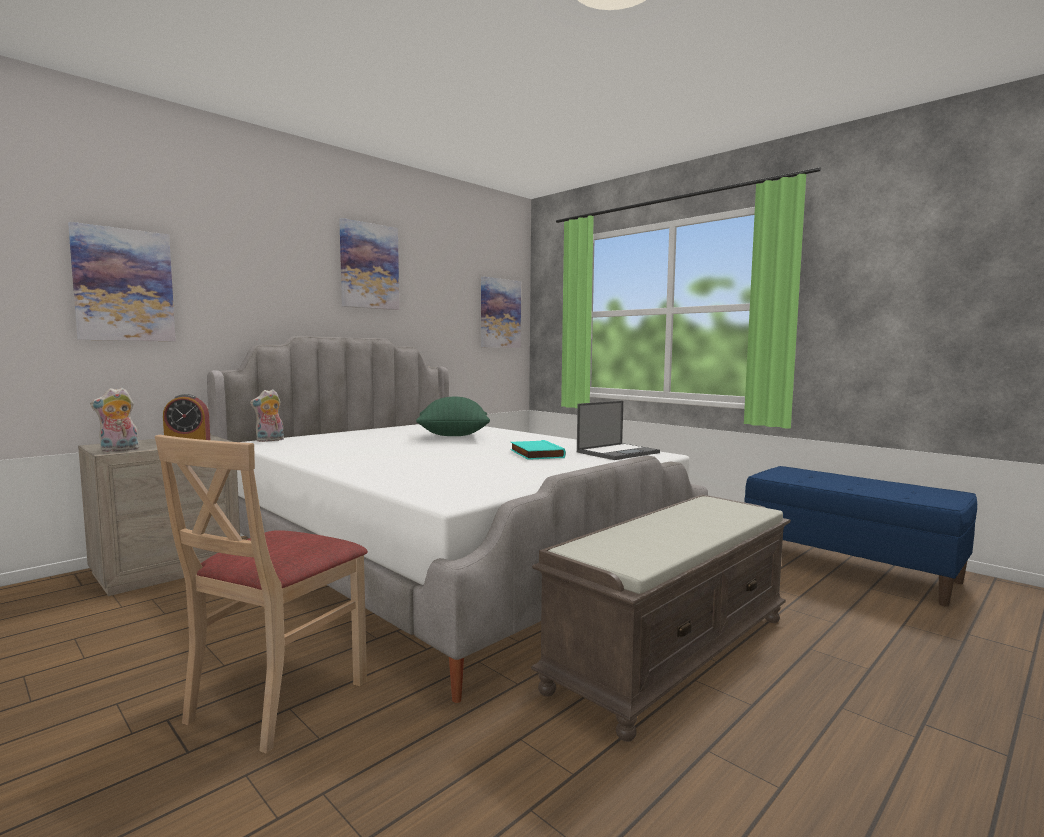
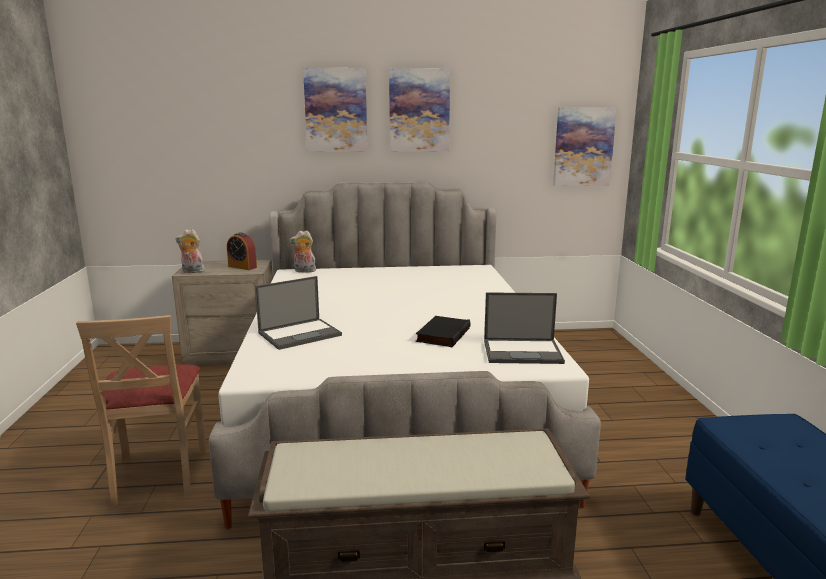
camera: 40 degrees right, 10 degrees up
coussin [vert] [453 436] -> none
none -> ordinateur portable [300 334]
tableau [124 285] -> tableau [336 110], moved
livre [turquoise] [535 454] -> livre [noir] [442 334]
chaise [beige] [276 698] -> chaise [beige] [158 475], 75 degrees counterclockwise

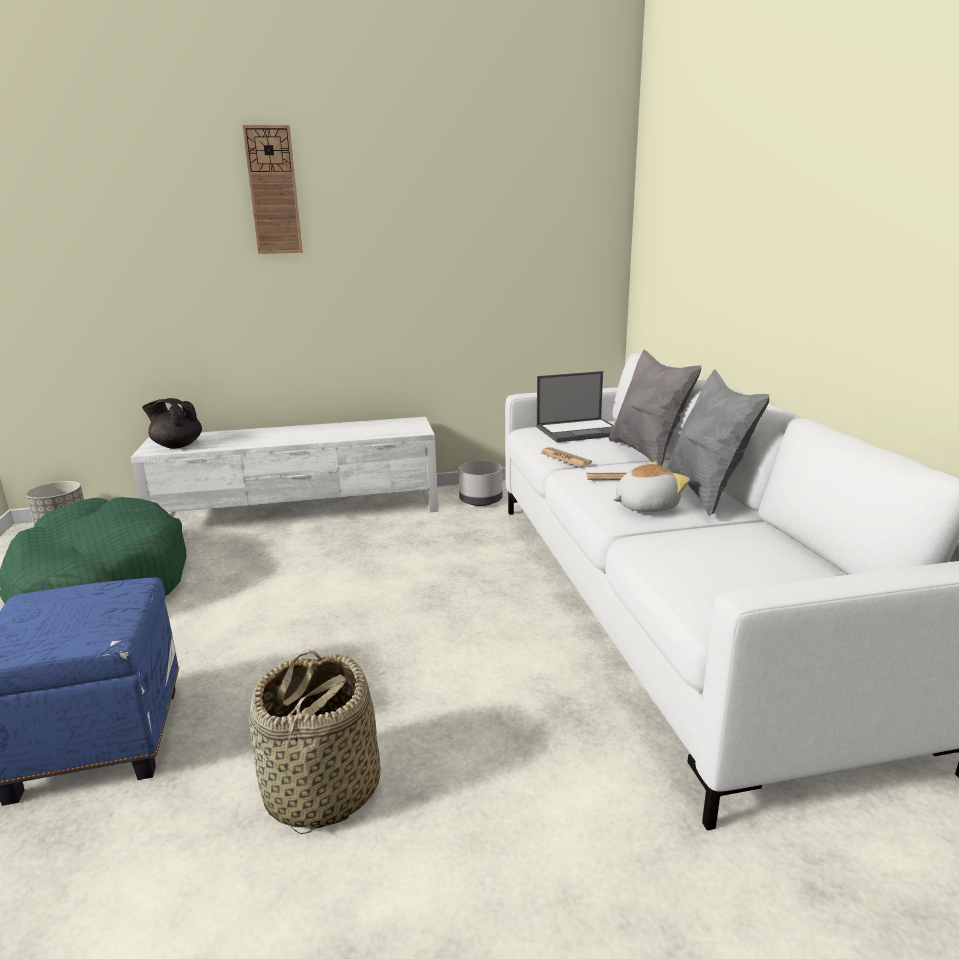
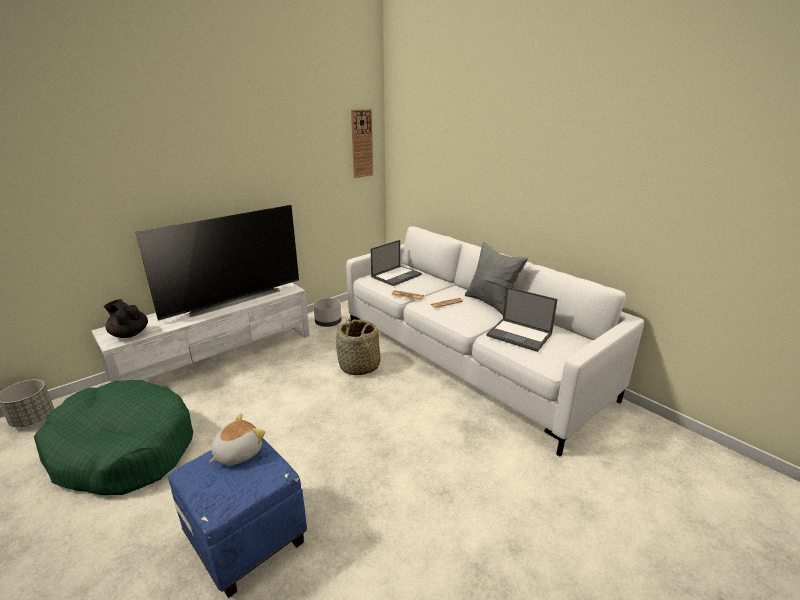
camera: 30 degrees left, 5 degrees up
coussin [gris] [647 453] -> none
none -> téléviseur [233 299]
none -> ordinateur portable [520 335]
horloge murale [273 191] -> horloge murale [362 143], moved
panier [321 790] -> panier [359 366], moved
peluche [645 506] -> peluche [237 453], moved
théière [noir] [177 445] -> théière [noir] [129 334], 45 degrees clockwise

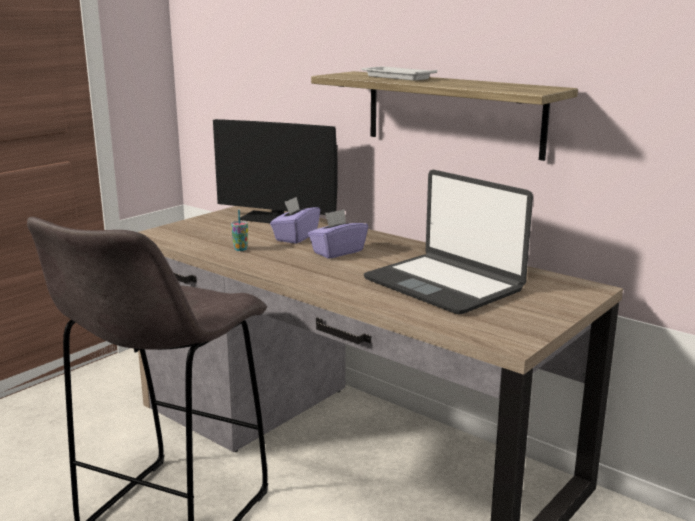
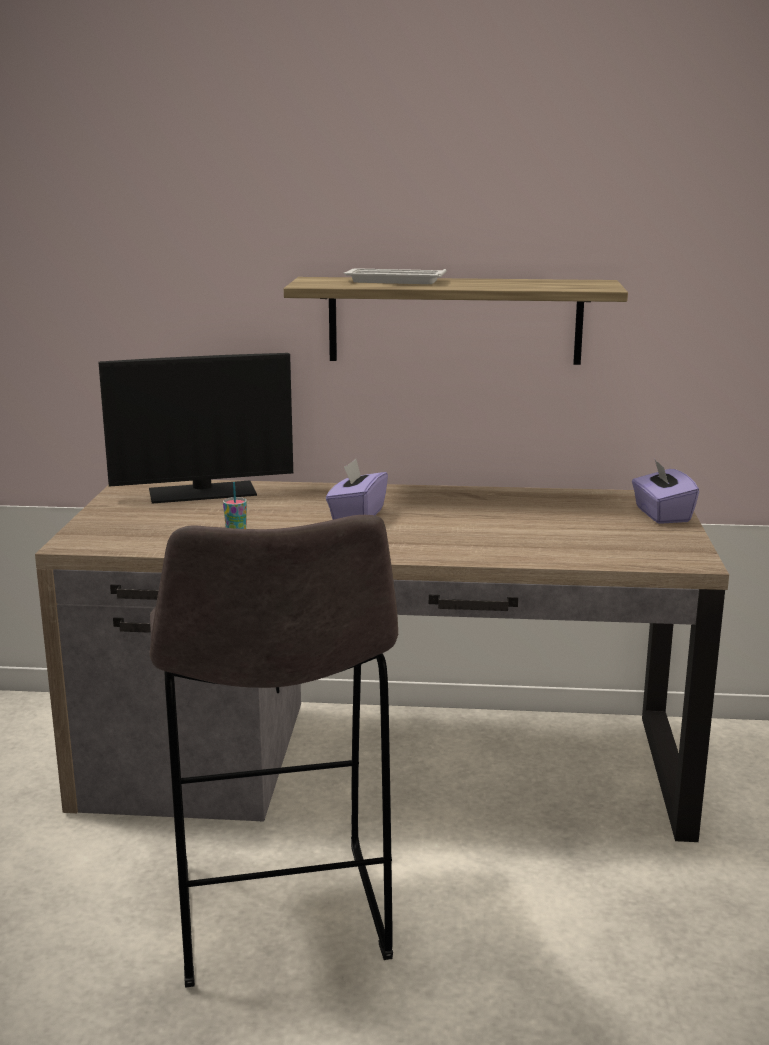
camera: 35 degrees left, 0 degrees up
ordinateur portable [444 285] -> none
boîte à mouchoirs [violet] [295 237] -> boîte à mouchoirs [violet] [661 515], moved

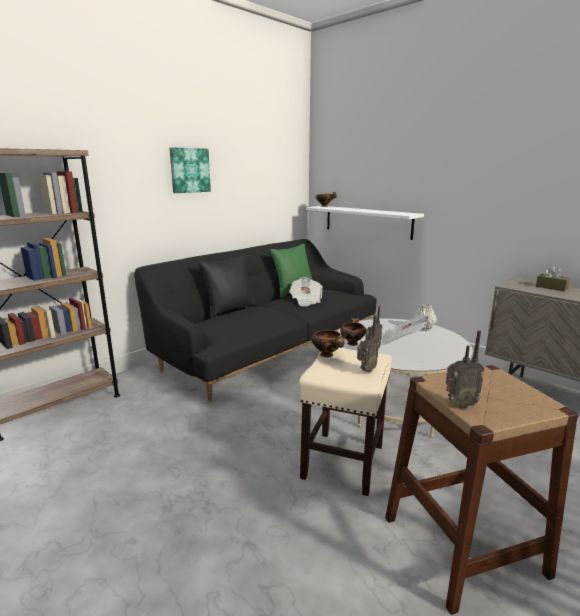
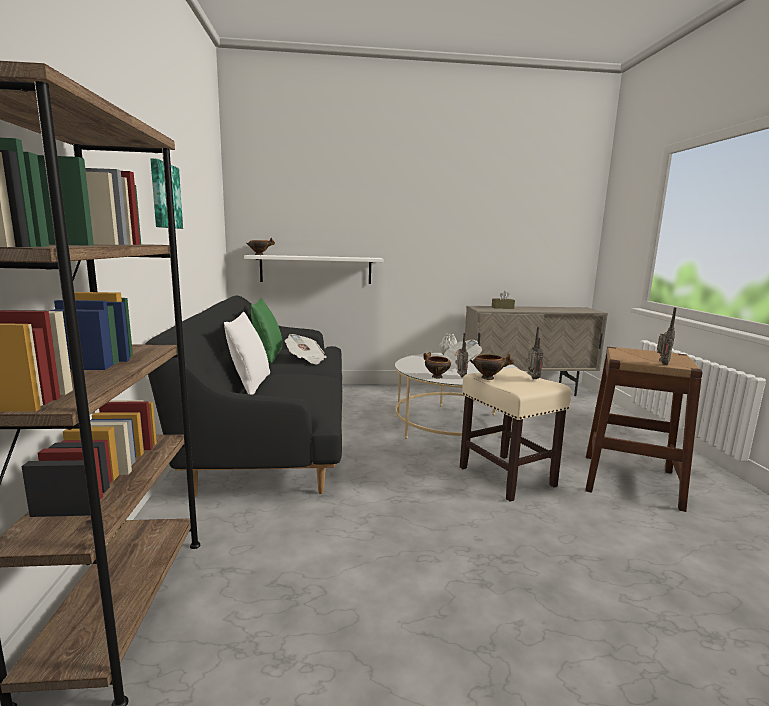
camera: 50 degrees left, 5 degrees down
coussin [noir] [230 310] -> coussin [blanc] [249 385]

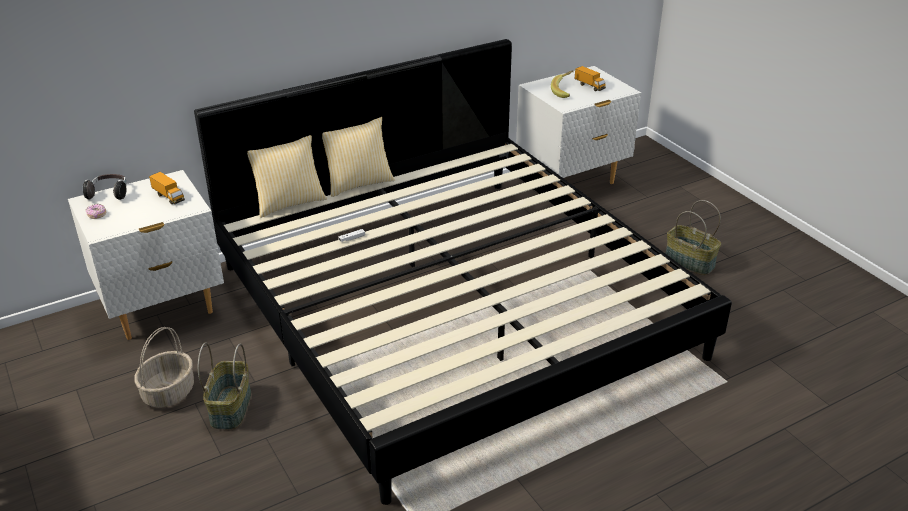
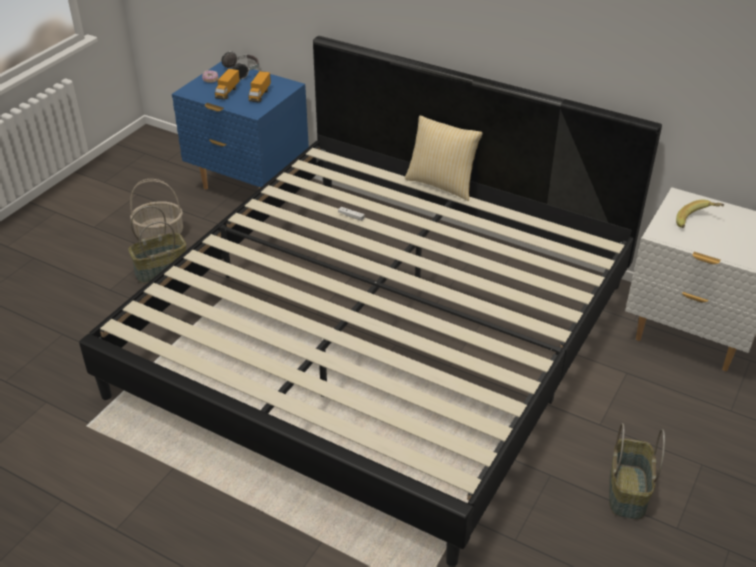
camera: 60 degrees right, 5 degrees up
coussin [289 203] -> none
camion jouet [589 86] -> camion jouet [227 92], moved
table de chevet [blanc] [162 310] -> table de chevet [bleu] [249 186]

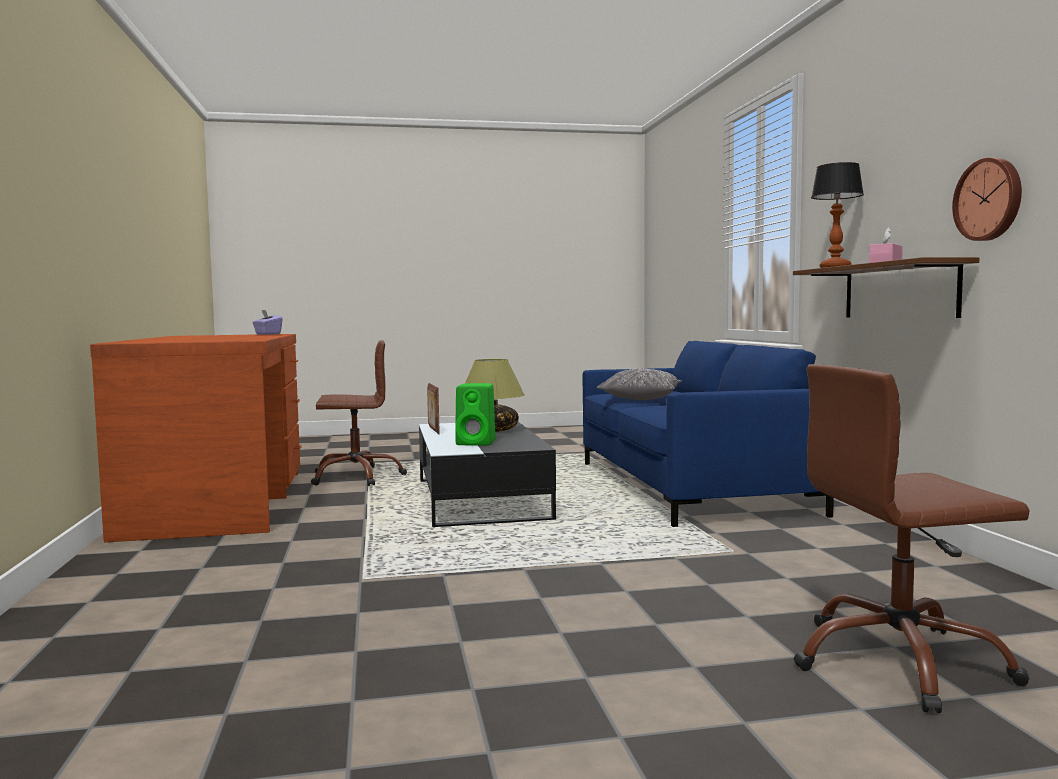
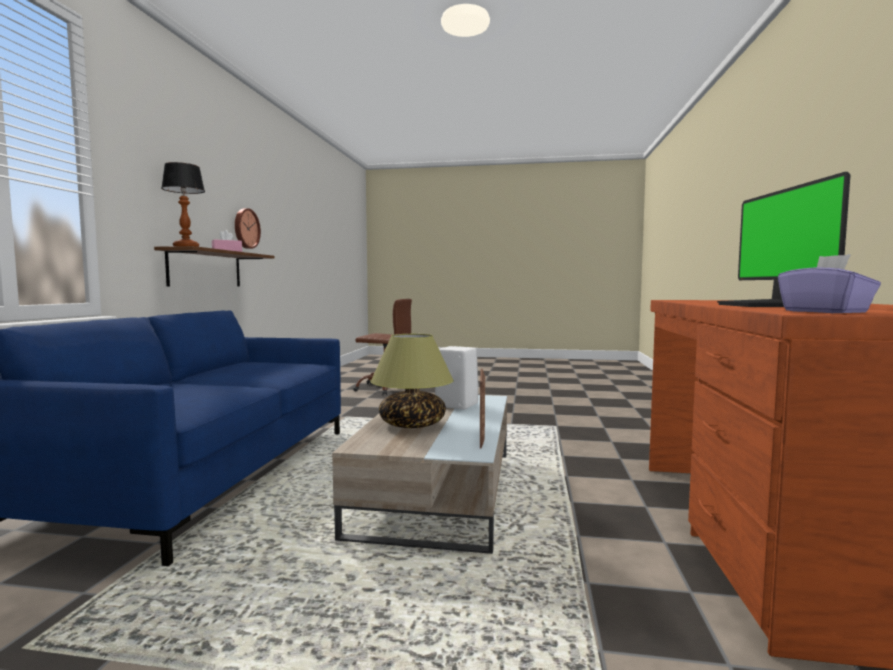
camera: 160 degrees left, 0 degrees up
chaise de bureau [marron] [356 477] -> none
coussin [gris] [640 398] -> none
none -> écran d'ordinateur [764 305]
table basse [noir] [480 498] -> table basse [beige] [437 490]
enceinte [vert] [477 443] -> enceinte [blanc] [455 405]

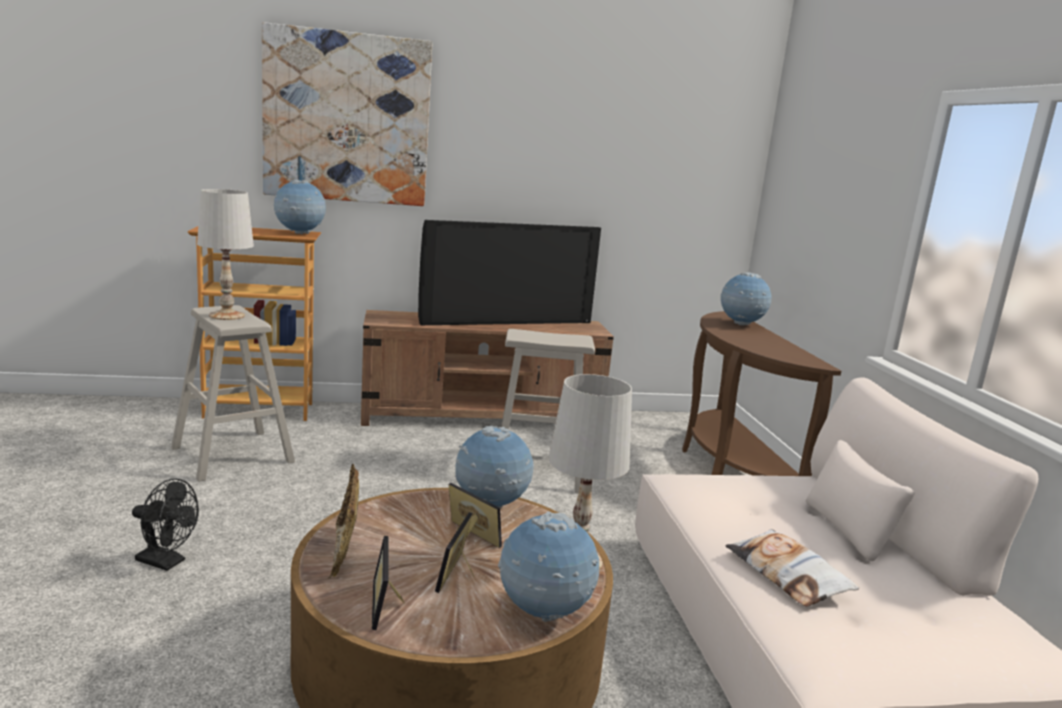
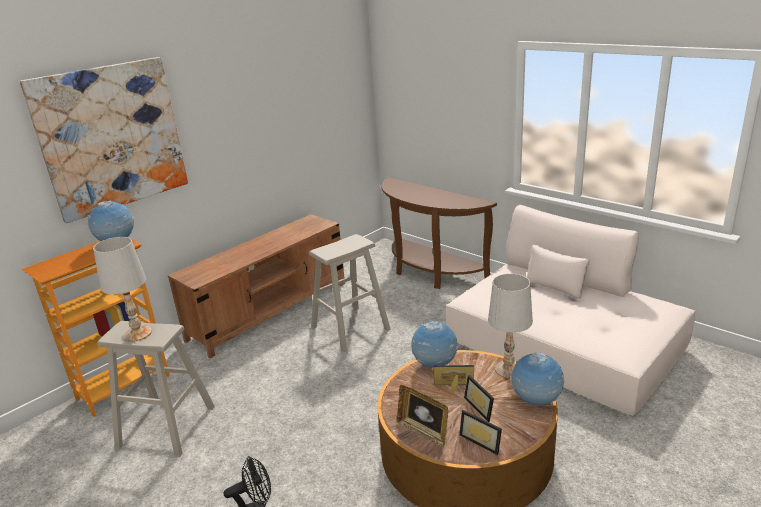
camera: 35 degrees left, 10 degrees up
téléviseur [506 321] -> none
globe [741 325] -> none
coussin [787 575] -> none

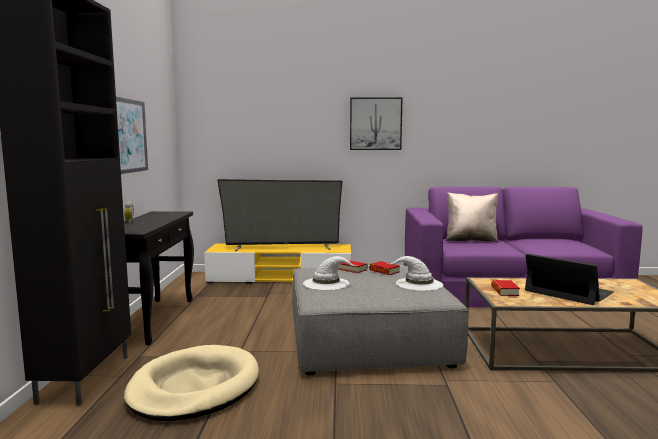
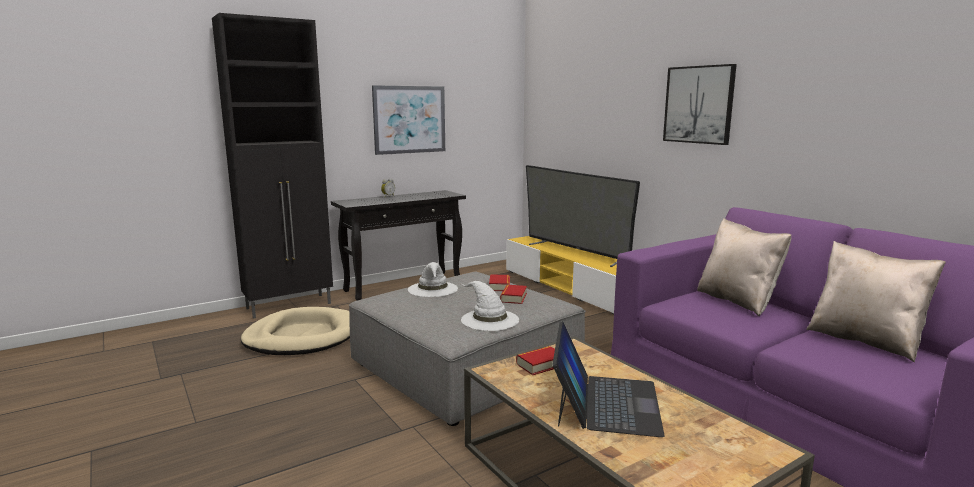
camera: 55 degrees right, 5 degrees up
none -> coussin [beige] [864 341]

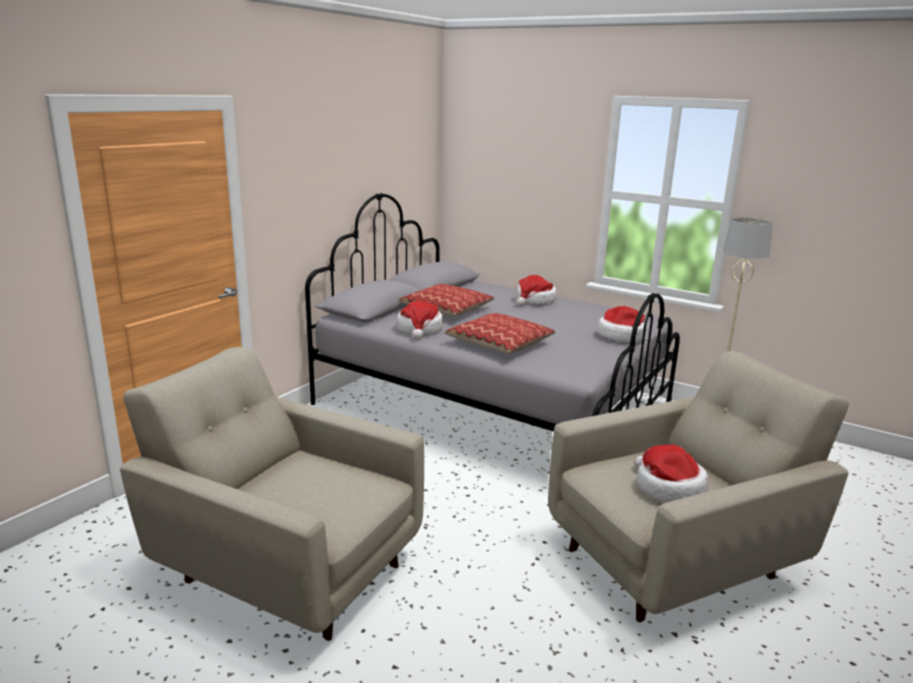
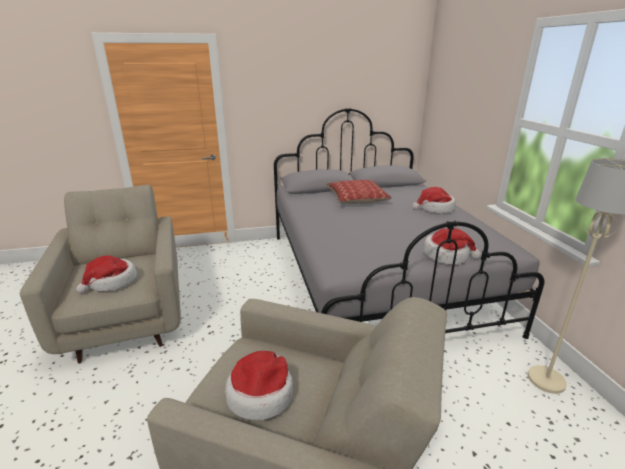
camera: 45 degrees right, 5 degrees up
coussin [499 343] -> none
chapeau [419 329] -> chapeau [111 282], moved

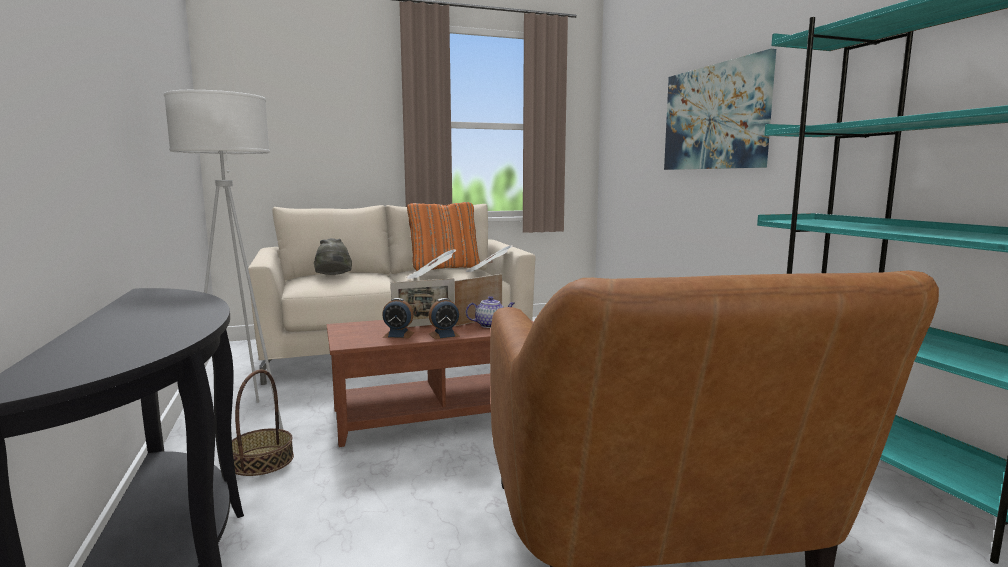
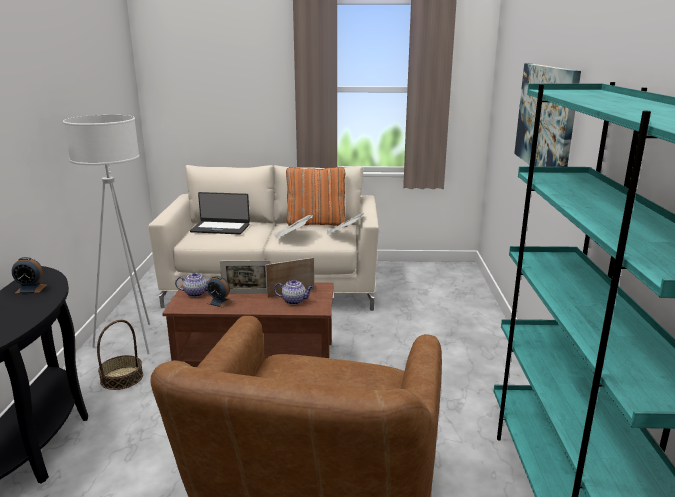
camera: 20 degrees right, 10 degrees up
none -> théière [196 293]
réveil [444 335] -> réveil [30 289], moved
chapeau [gris] [333 276] -> ordinateur portable [220 228]

